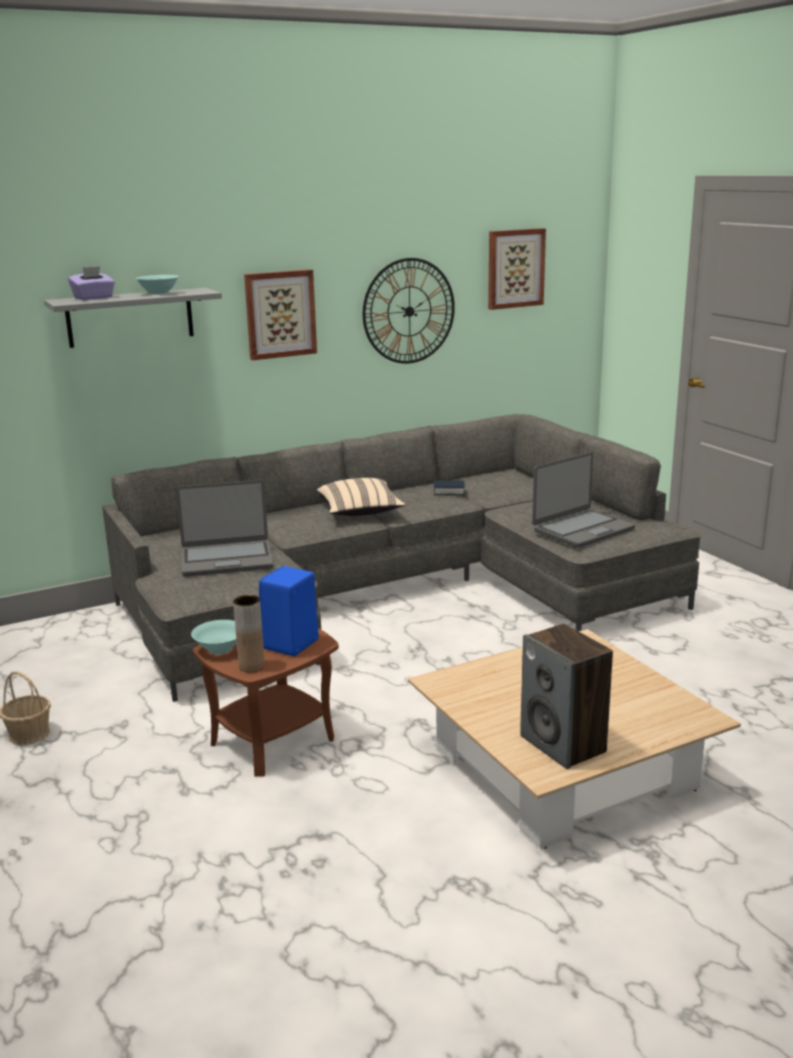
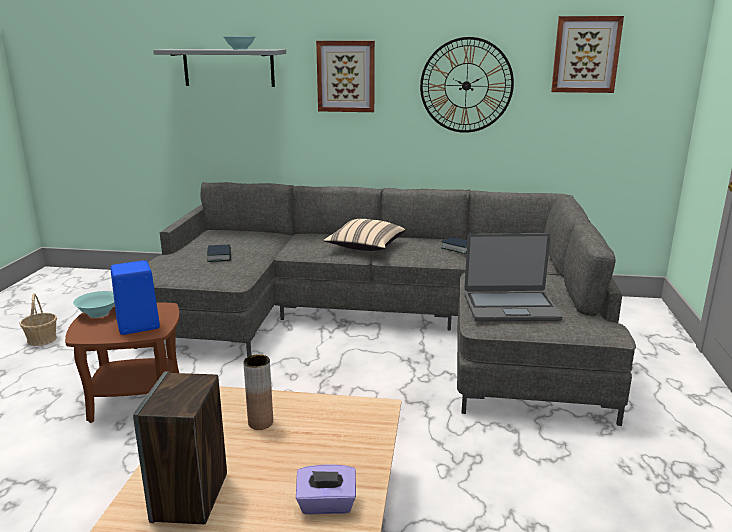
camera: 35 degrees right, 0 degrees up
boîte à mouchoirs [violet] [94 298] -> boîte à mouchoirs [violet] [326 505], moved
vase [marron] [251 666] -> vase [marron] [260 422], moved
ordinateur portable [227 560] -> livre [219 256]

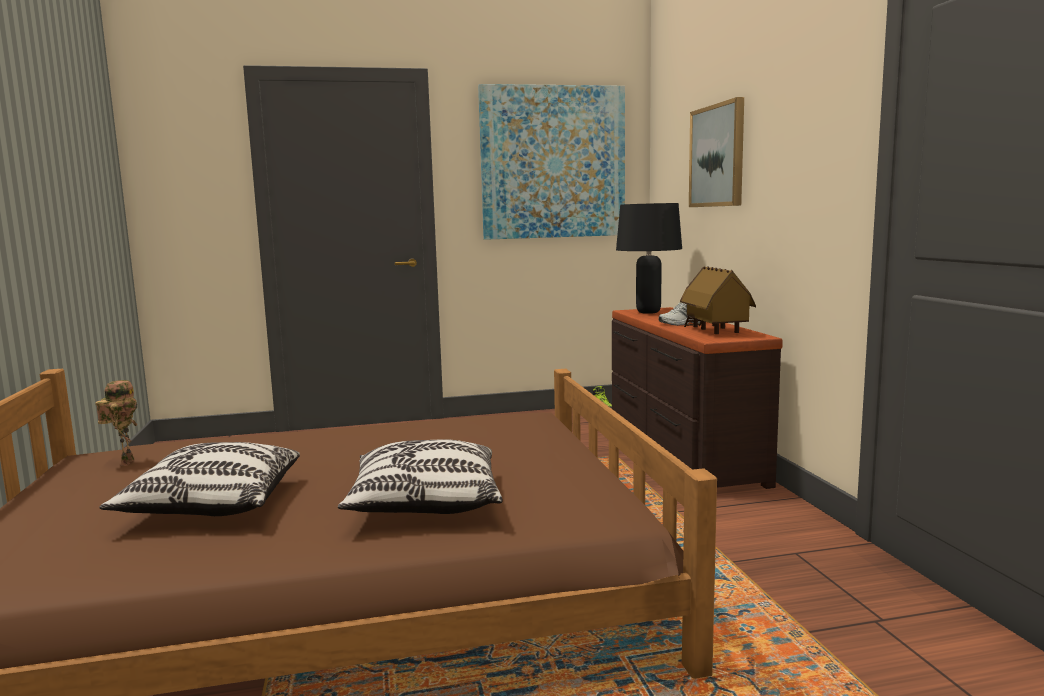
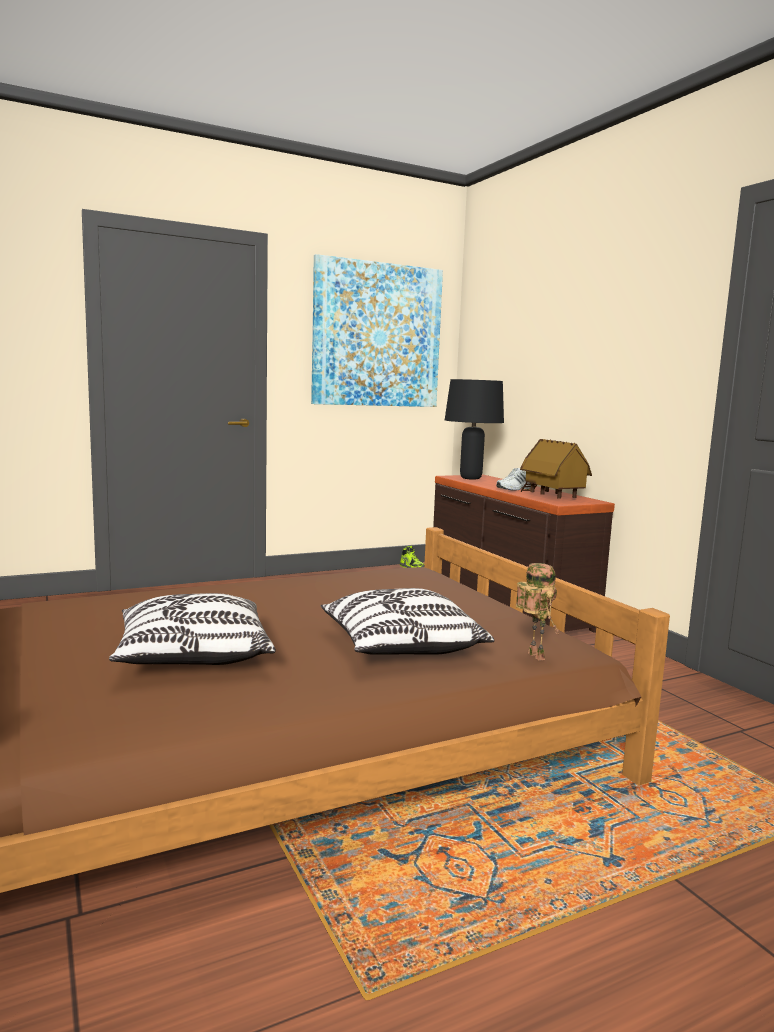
camera: 15 degrees left, 0 degrees up
tableau [717 156] -> none
robot jouet [125 462] -> robot jouet [533 656], moved

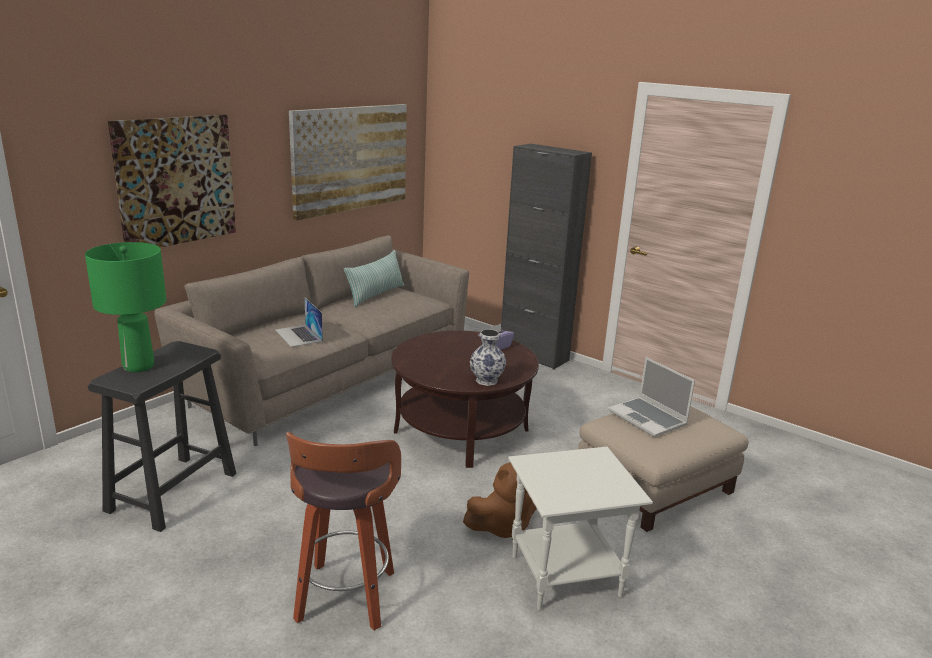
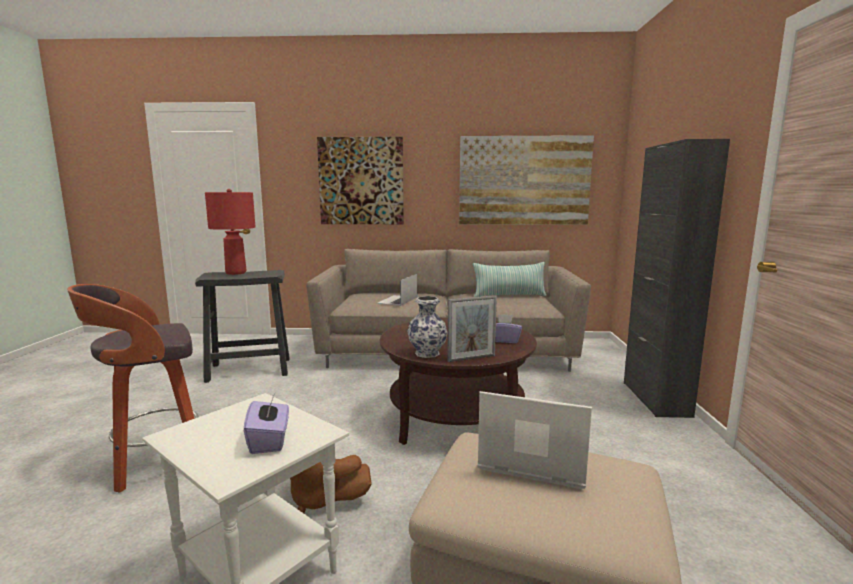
camera: 55 degrees right, 10 degrees down
none -> boîte à mouchoirs [violet] [269 441]
none -> cadre photo [471 358]
lampe de table [vert] [139 366] -> lampe de table [rouge] [236 273]
ordinateur portable [648 418] -> ordinateur portable [532 460], 90 degrees clockwise

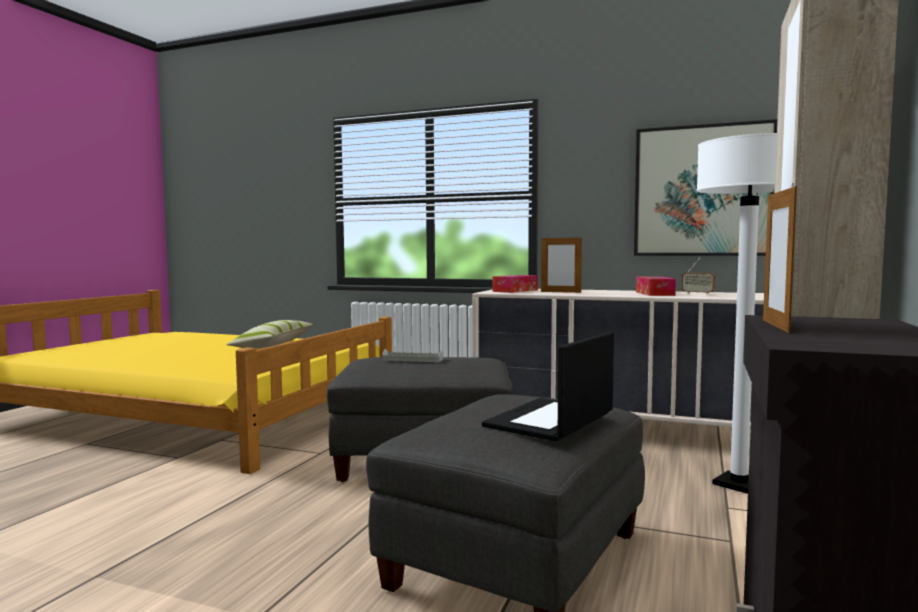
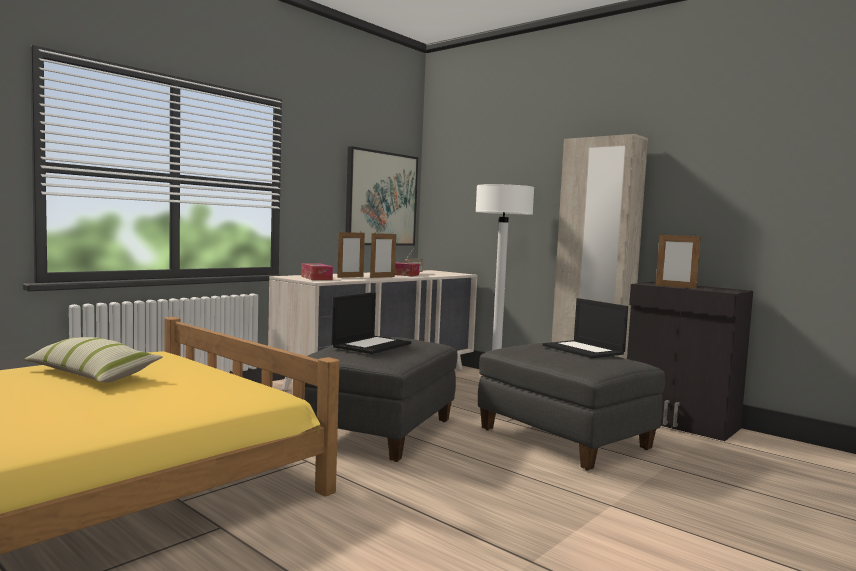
camera: 70 degrees left, 0 degrees up
none -> cadre photo [382 277]
plateau [gris] [412 359] -> ordinateur portable [371 345]

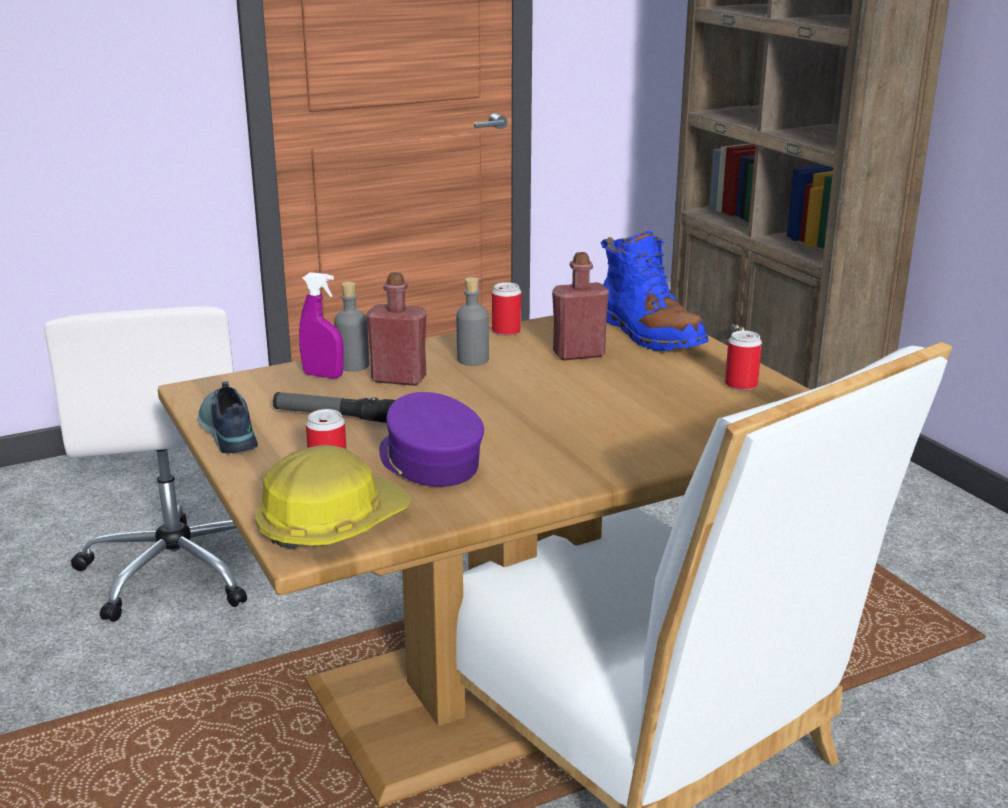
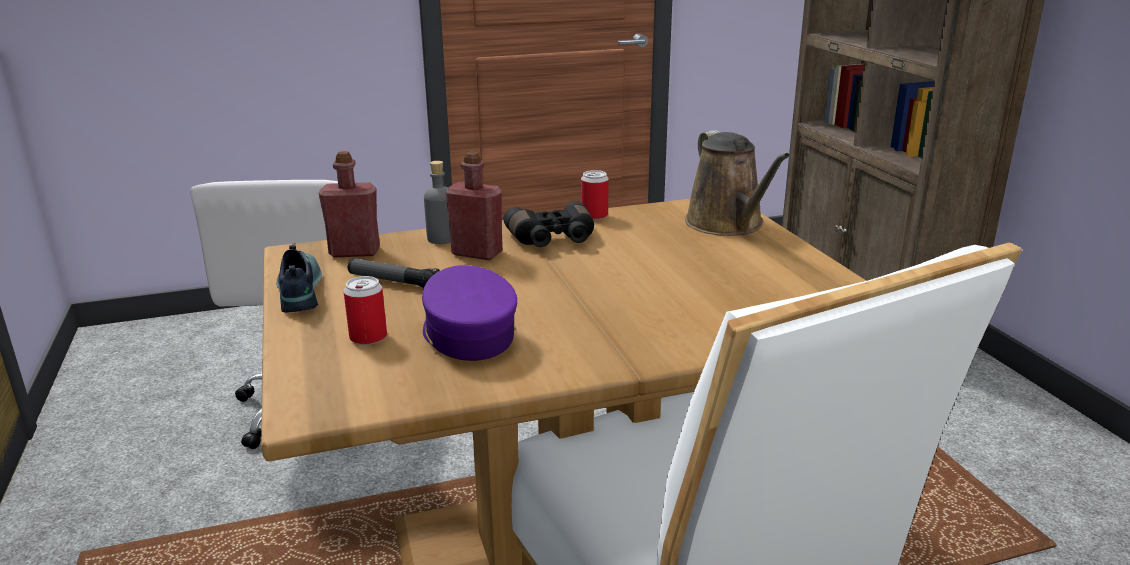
camera: 10 degrees right, 0 degrees up
casque de chantier [331 523] -> none
vaporisateur [violet] [323 375] -> none
boîte métallique [741 385] -> none
bouteille [rouge] [578 354] -> bouteille [rouge] [354 252], moved
bouteille [gris] [473 360] -> jumelles [noir] [552 239]
botte [bleu] [648 334] -> arrosoir [marron] [728 225]

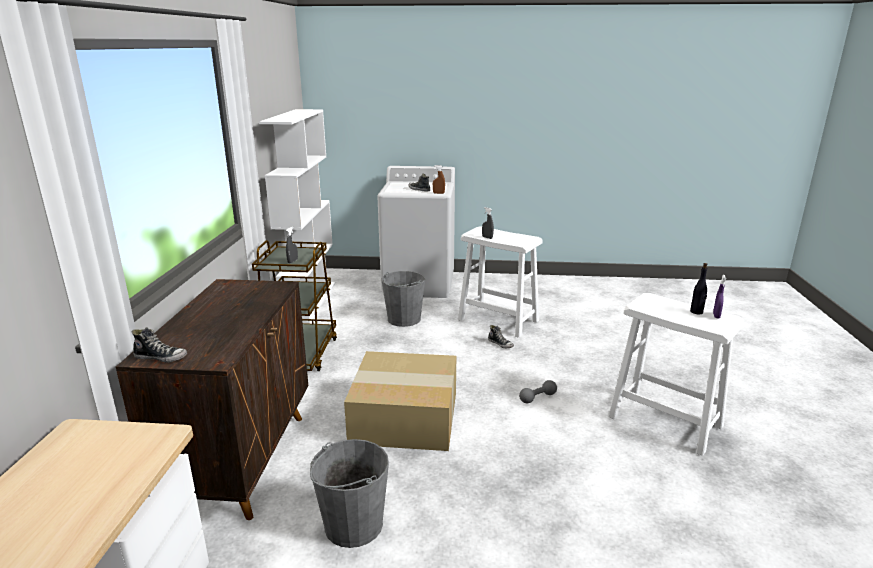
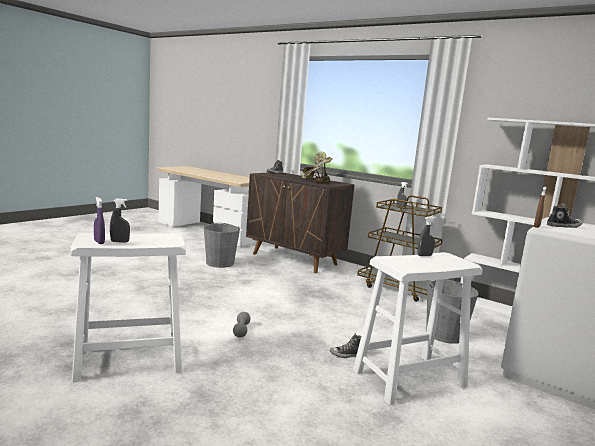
camera: 120 degrees right, 10 degrees down
carton [403 418] -> none
none -> plante en pot [316 181]
bouteille [noir] [696 312] -> vaporisateur [gris] [119 242]

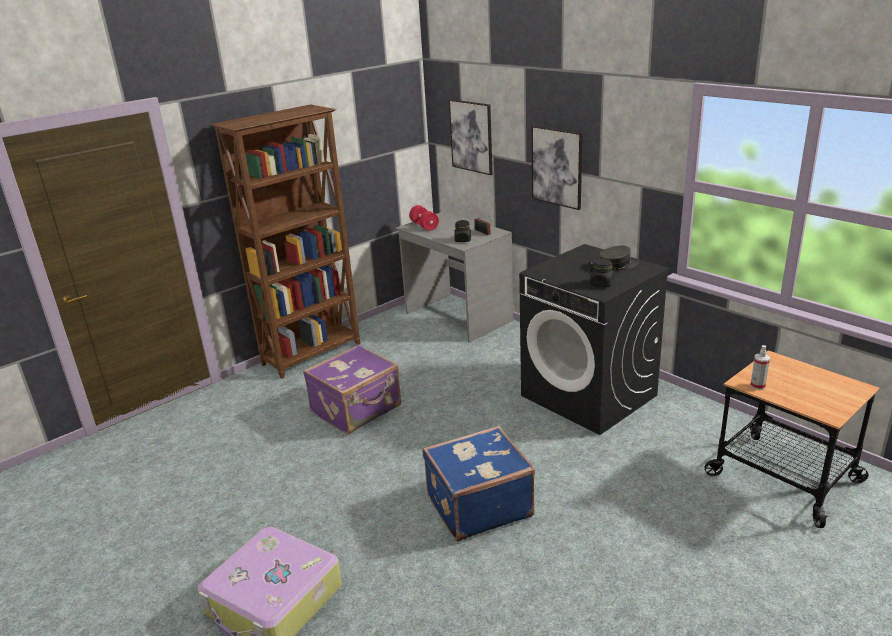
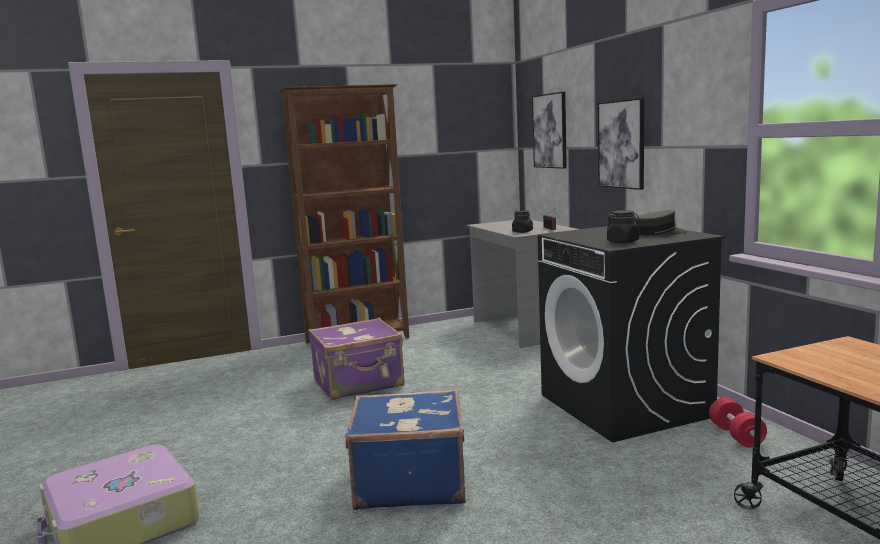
camera: 20 degrees right, 15 degrees down
vaporisateur [757 386] -> none
haltère [rouge] [424 226] -> haltère [rouge] [736 435], moved

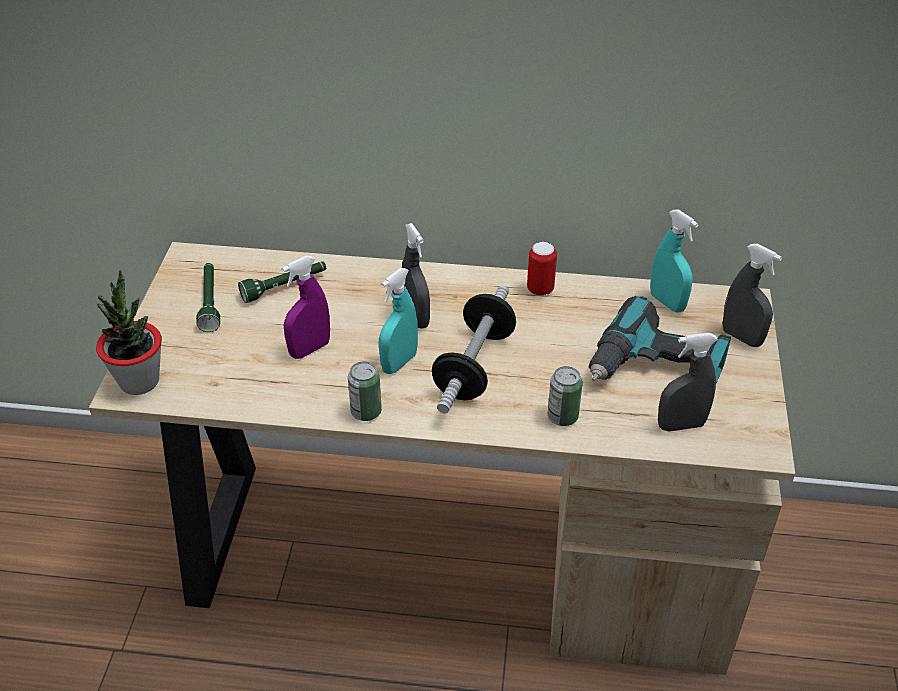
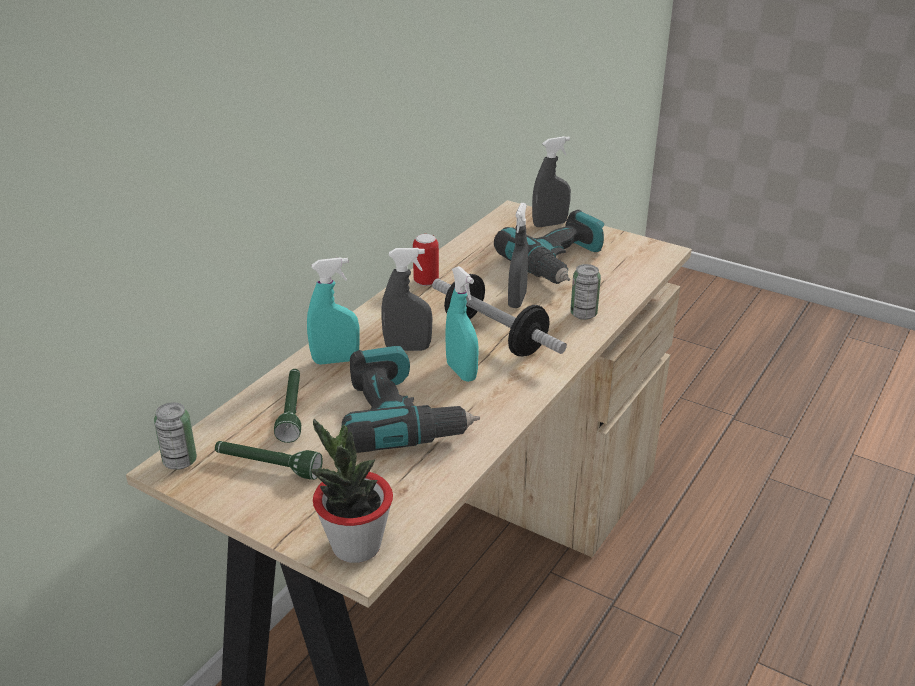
camera: 65 degrees left, 10 degrees down
boîte métallique [366 412] -> boîte métallique [180 461], moved
vaporisateur [turquoise] [667 302] -> vaporisateur [turquoise] [335 360], moved
vaporisateur [gris] [681 425] -> vaporisateur [gris] [517 300], moved
vaporisateur [violet] [310 349] -> perceuse [401 417]

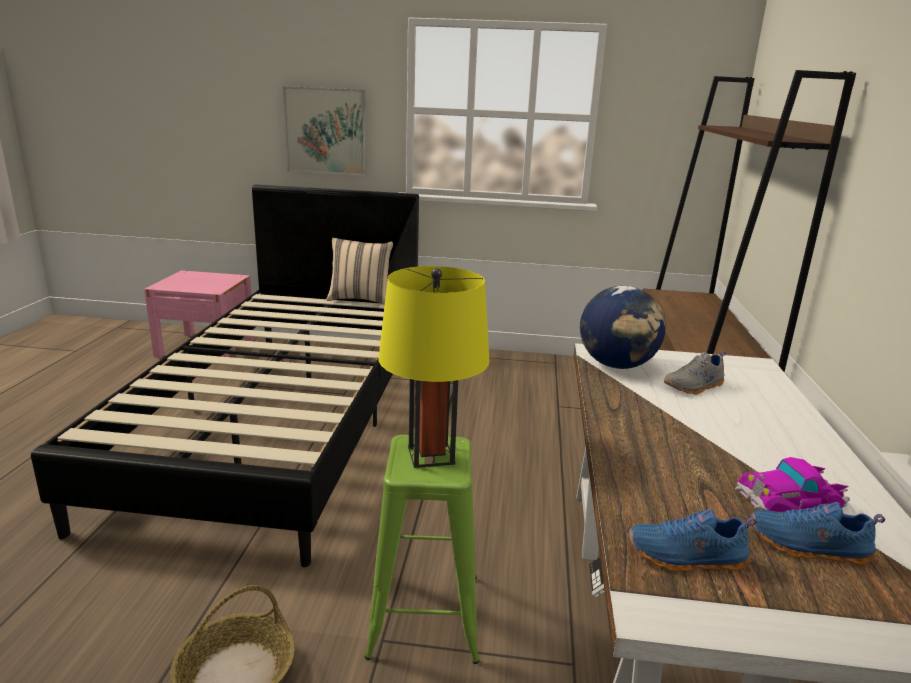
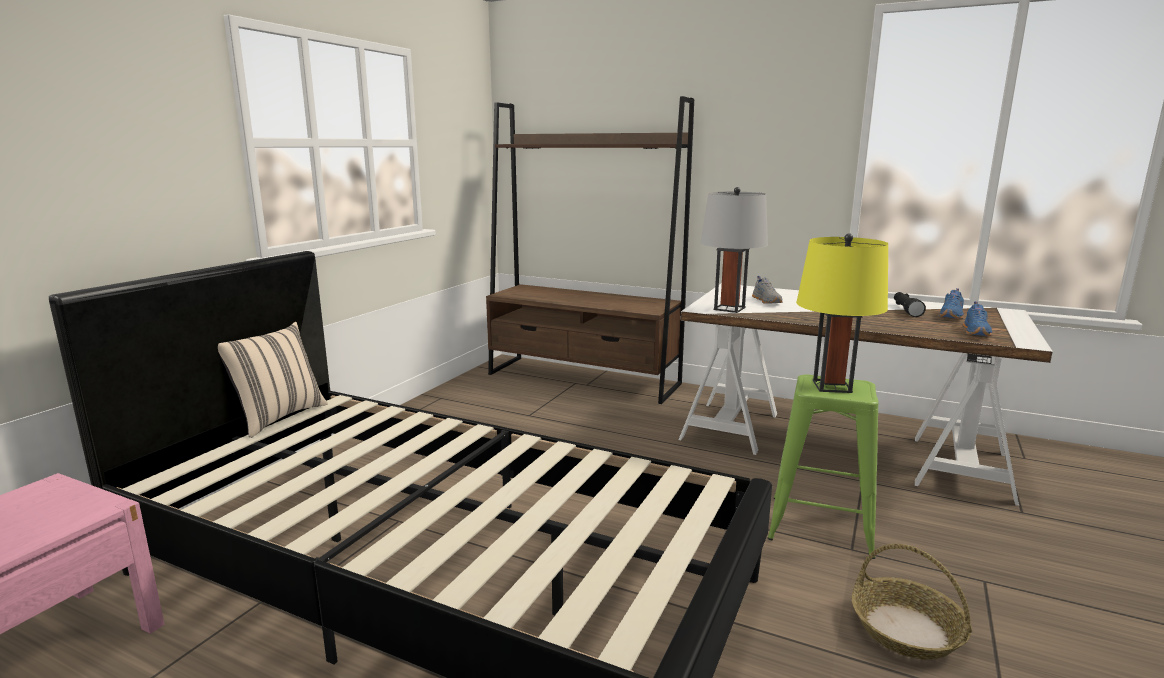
camera: 70 degrees left, 5 degrees down
tableau [326 131] -> none
globe [617 365] -> lampe de table [gris] [729 308]
petite voiture [790 498] -> lampe de poche [noir] [906 310]

